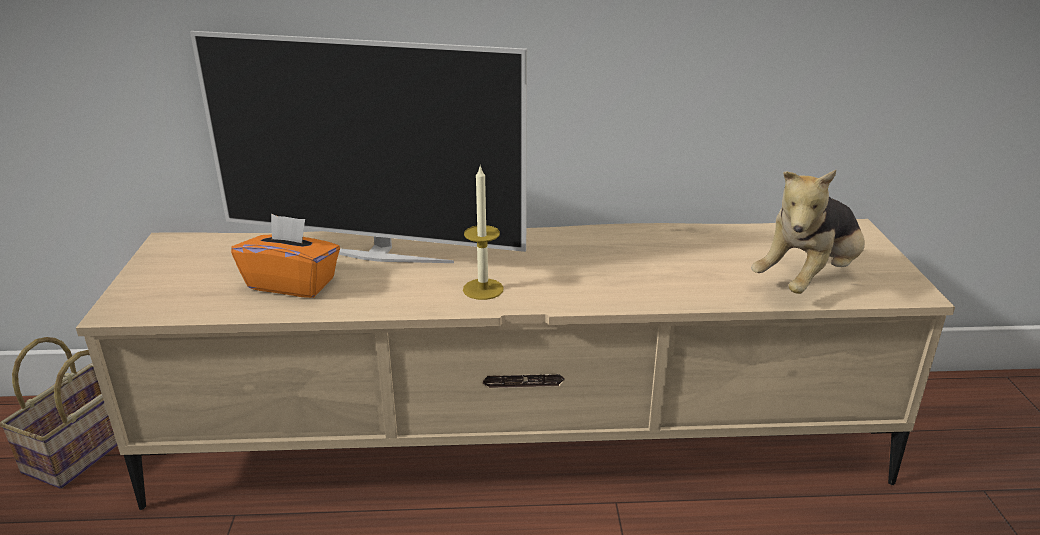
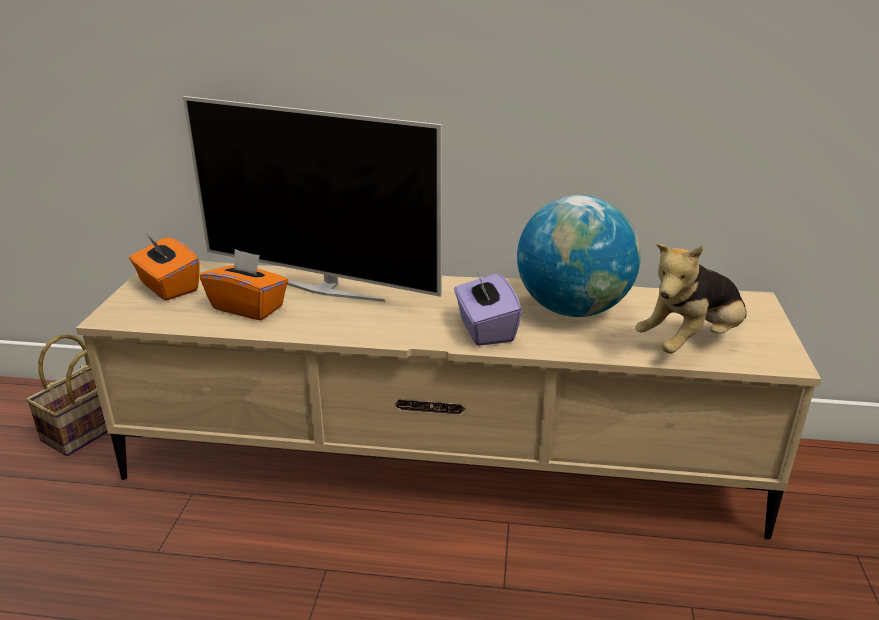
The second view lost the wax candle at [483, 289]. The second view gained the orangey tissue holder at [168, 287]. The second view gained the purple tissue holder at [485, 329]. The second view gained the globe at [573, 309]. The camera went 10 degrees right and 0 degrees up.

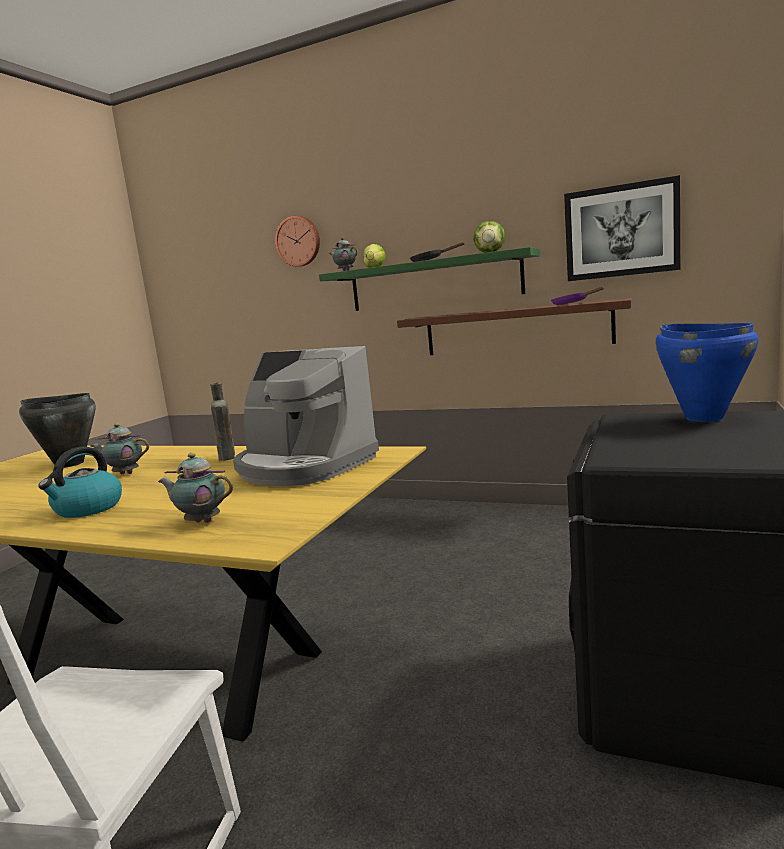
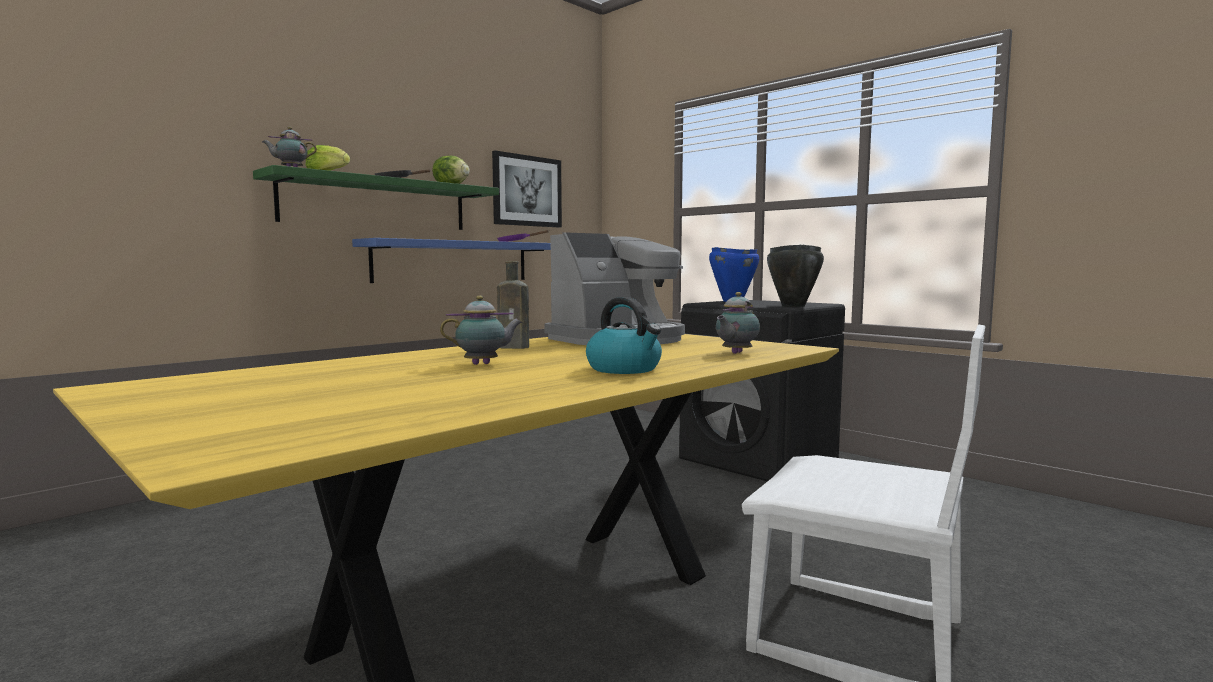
The black cooking pot ended up elsewhere, having gone from [69, 464] to [792, 306]. The tea pot at [124, 474] ended up facing another way, 135 degrees counterclockwise from before. The second view lost the wall clock at [298, 241]. What was the brownish shelf at [516, 329] turned into the blue-coloured shelf at [453, 261]. The camera went 70 degrees left and 5 degrees down.

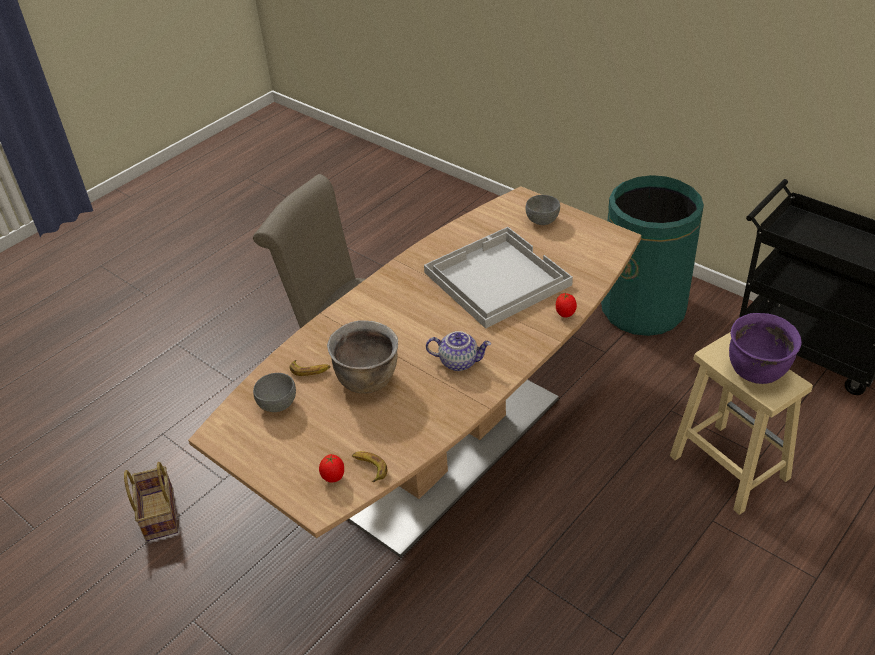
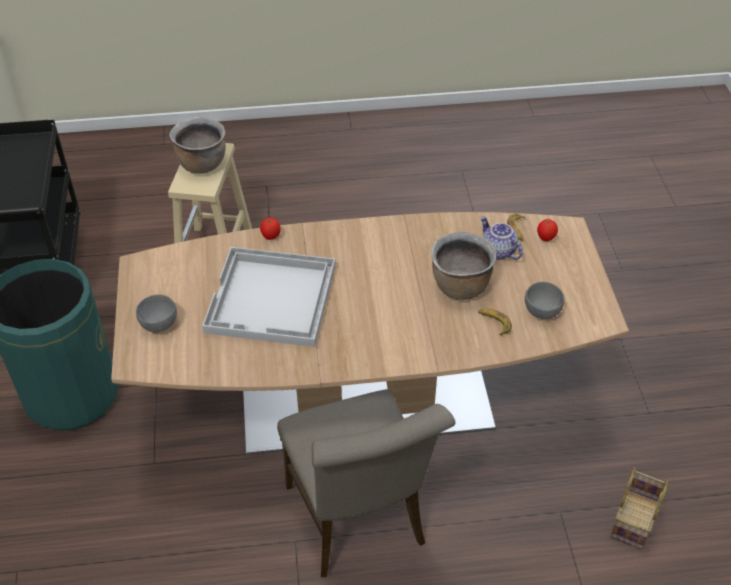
The tea pot ended up elsewhere, having gone from [459, 361] to [497, 251]. What was the purple cooking pot at [757, 371] turned into the brownish cooking pot at [202, 164]. The camera went 140 degrees left and 5 degrees up.

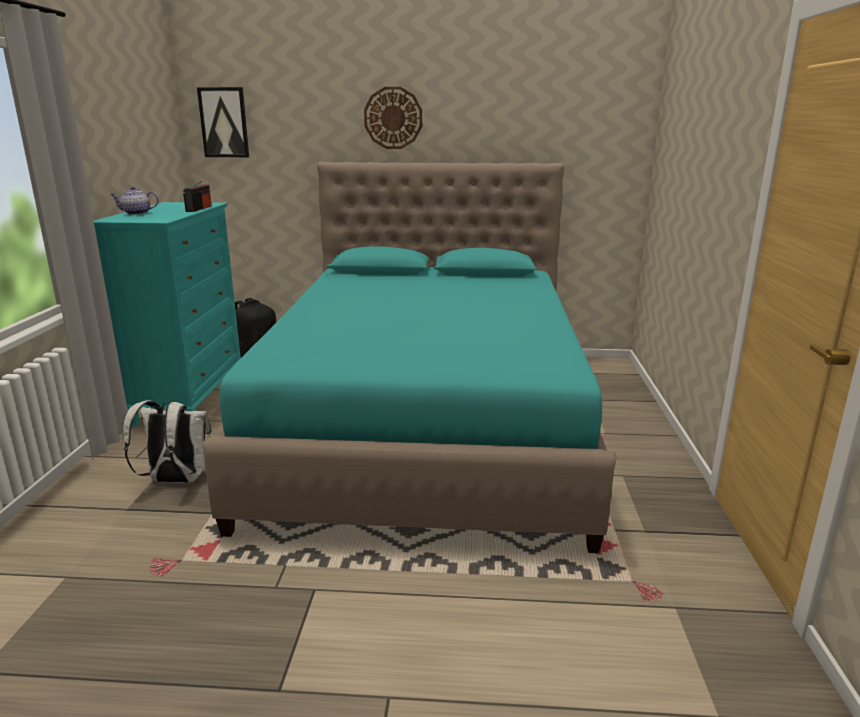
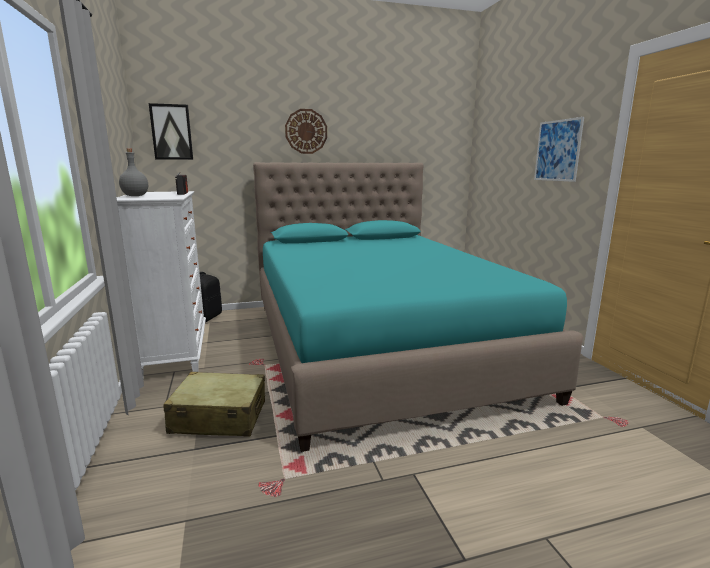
What was the turquoise dresser at [191, 398] turned into the whitish dresser at [175, 354]. Where the tea pot stood at [136, 213], the gray bottle came to stand at [135, 196]. Where the whitish knapsack stood at [175, 480], the beige travel case came to stand at [219, 417]. The second view gained the wall art at [557, 150]. The camera went 20 degrees left and 5 degrees down.

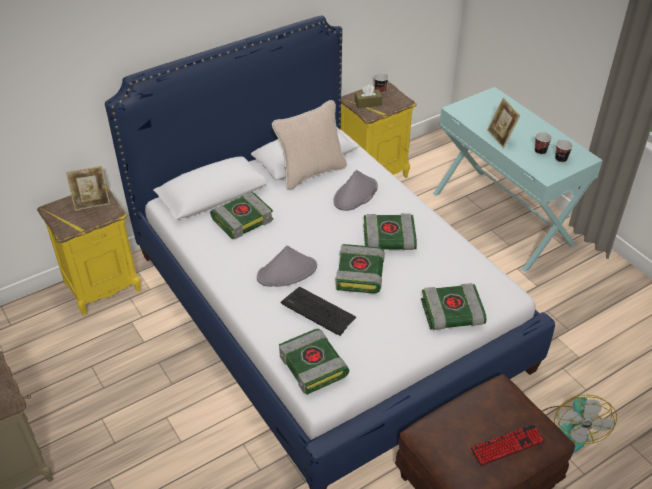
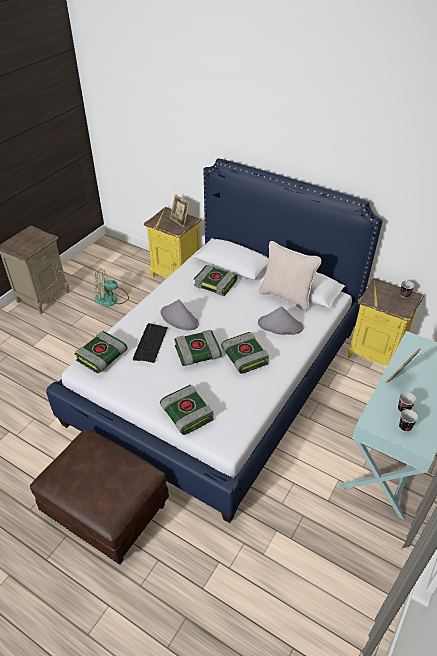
The second view lost the brownish tissue holder at [368, 103]. The second view lost the keyboard at [507, 446]. The electric fan ended up elsewhere, having gone from [568, 430] to [111, 299]. The camera went 65 degrees right and 0 degrees up.

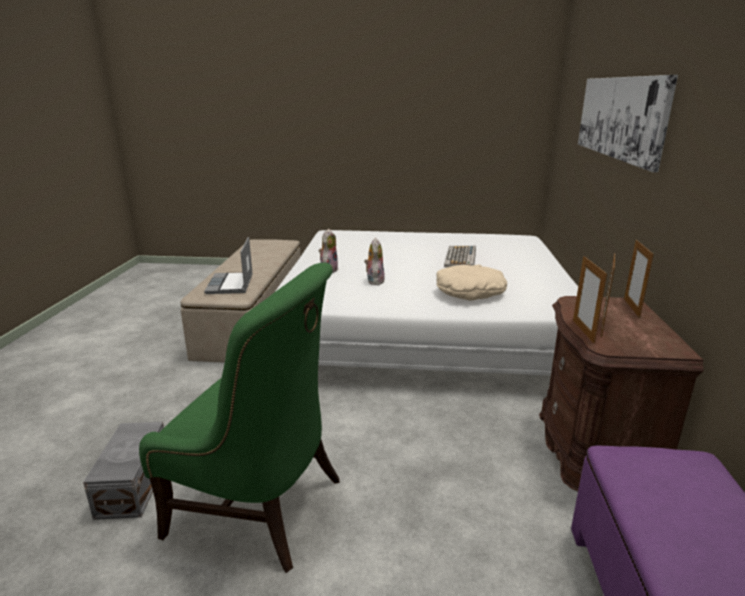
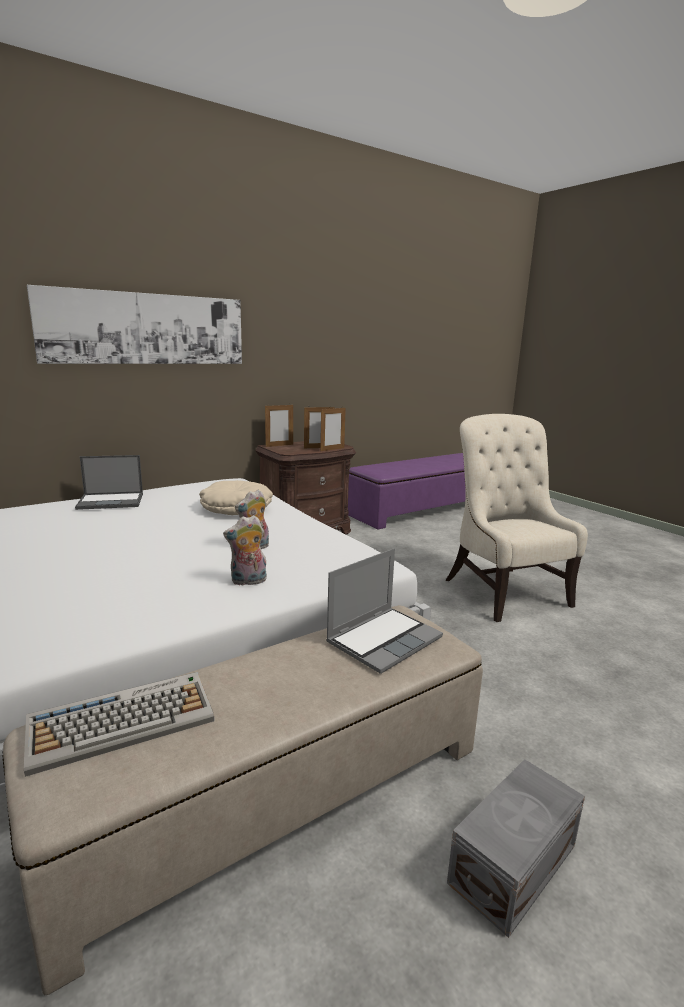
The gray storage bin ended up elsewhere, having gone from [132, 486] to [516, 864]. What was the green easy chair at [259, 505] turned into the beige easy chair at [504, 592]. The keyboard ended up elsewhere, having gone from [461, 258] to [123, 721]. The second view gained the notebook computer at [111, 501]. The camera went 130 degrees left and 5 degrees down.

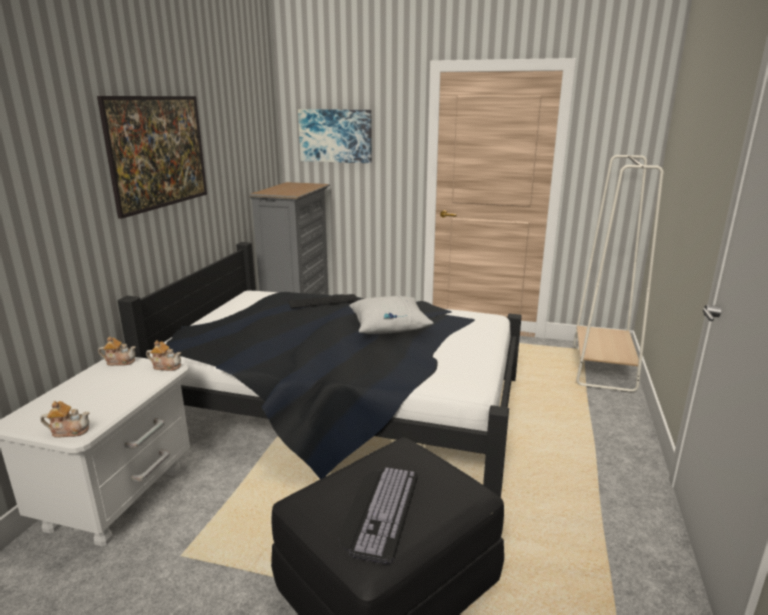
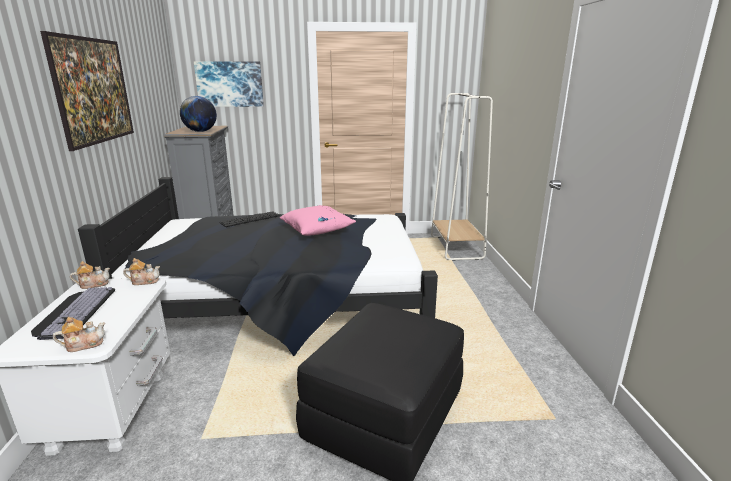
The keyboard ended up elsewhere, having gone from [378, 509] to [73, 312]. What was the gray throw pillow at [389, 327] turned into the pinkish throw pillow at [317, 230]. The second view gained the globe at [200, 131]. The camera went 20 degrees left and 0 degrees up.

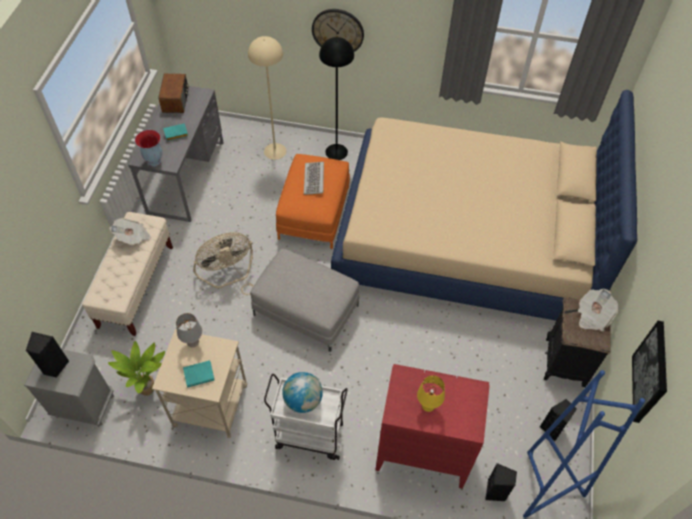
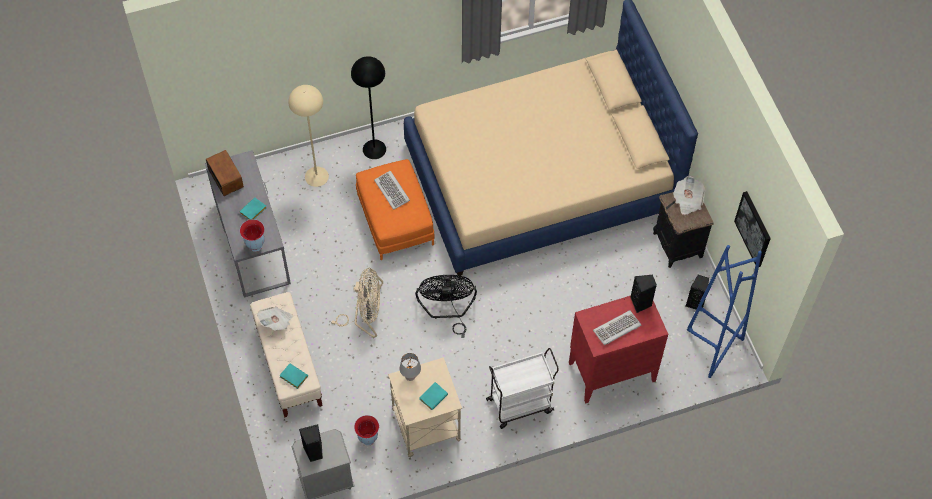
Where the houseplant stood at [149, 388], the flower vase came to stand at [367, 439]. The beige electric fan at [231, 276] ended up facing another way, 150 degrees clockwise from before. Where the gray ottoman stood at [305, 310], the black electric fan came to stand at [448, 310]. The second view lost the globe at [303, 400]. The second view lost the wall clock at [338, 31]. Where the yellowish table lamp stood at [427, 406], the keyboard came to stand at [617, 329]. The black audio speaker ended up elsewhere, having gone from [495, 492] to [641, 303]. The second view gained the turquoise volume at [292, 377]. The camera went 30 degrees left and 5 degrees up.

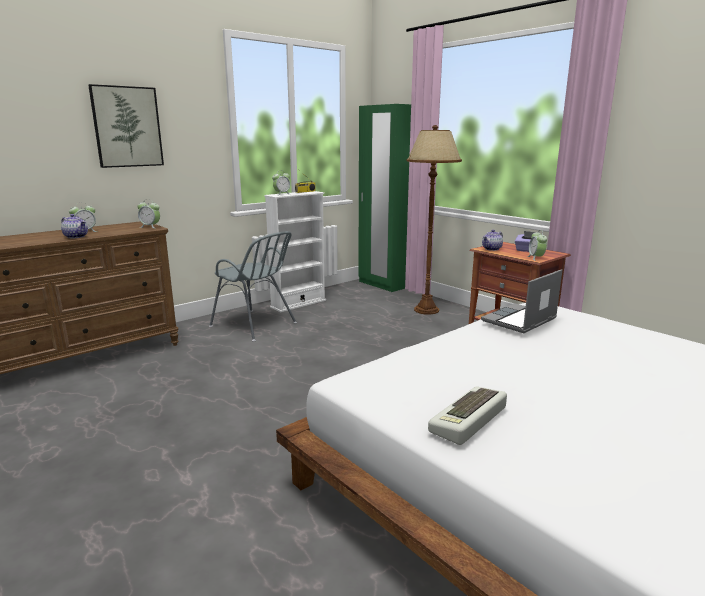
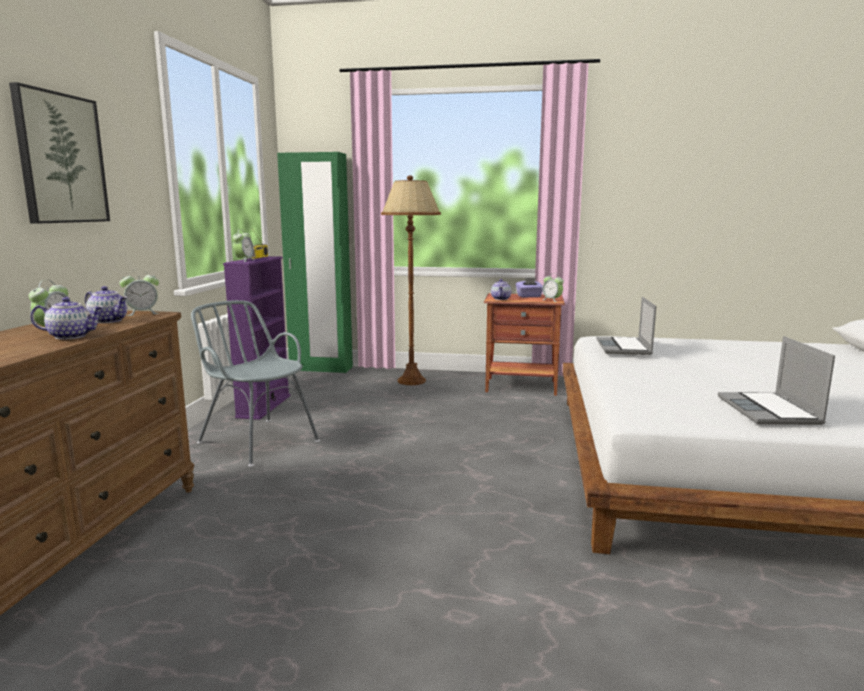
The gray upright chair at [255, 325] ended up facing another way, 135 degrees counterclockwise from before. What was the whitish bookcase at [298, 304] turned into the purple bookcase at [264, 406]. Where the keyboard stood at [470, 421], the notebook computer came to stand at [770, 411]. The second view gained the tea pot at [109, 321]. The camera went 40 degrees left and 5 degrees down.

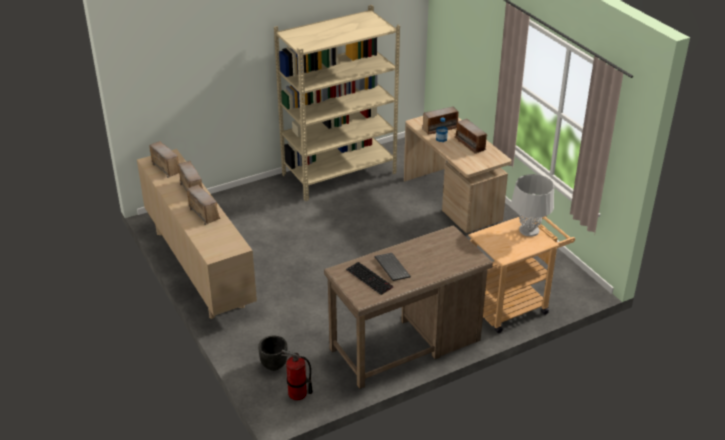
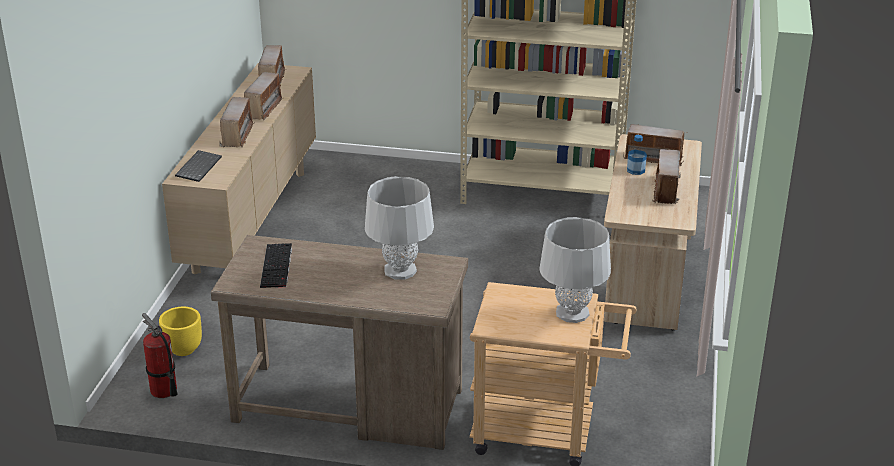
What was the black flower pot at [273, 365] turned into the yellowish flower pot at [183, 349]. The keyboard ended up elsewhere, having gone from [391, 267] to [198, 167]. The second view gained the gray table lamp at [400, 270]. The camera went 40 degrees right and 5 degrees down.

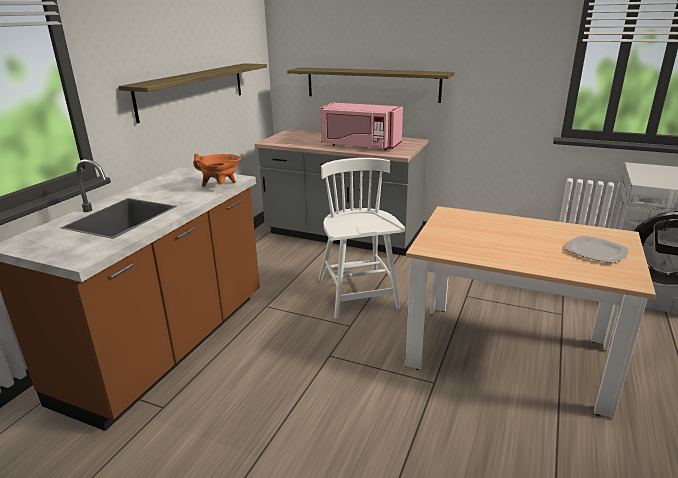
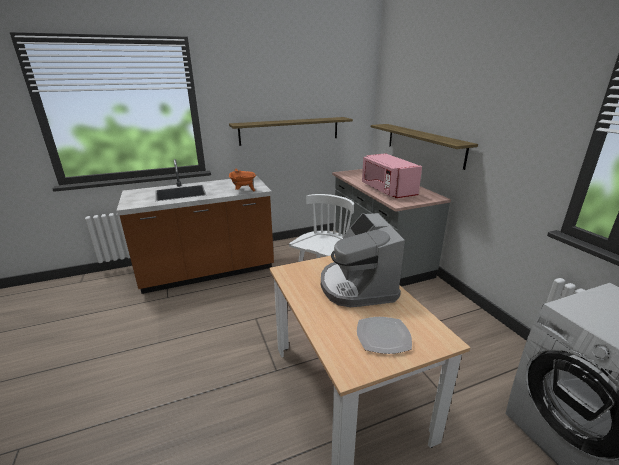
The second view gained the coffee machine at [357, 286]. The camera went 45 degrees right and 0 degrees up.

